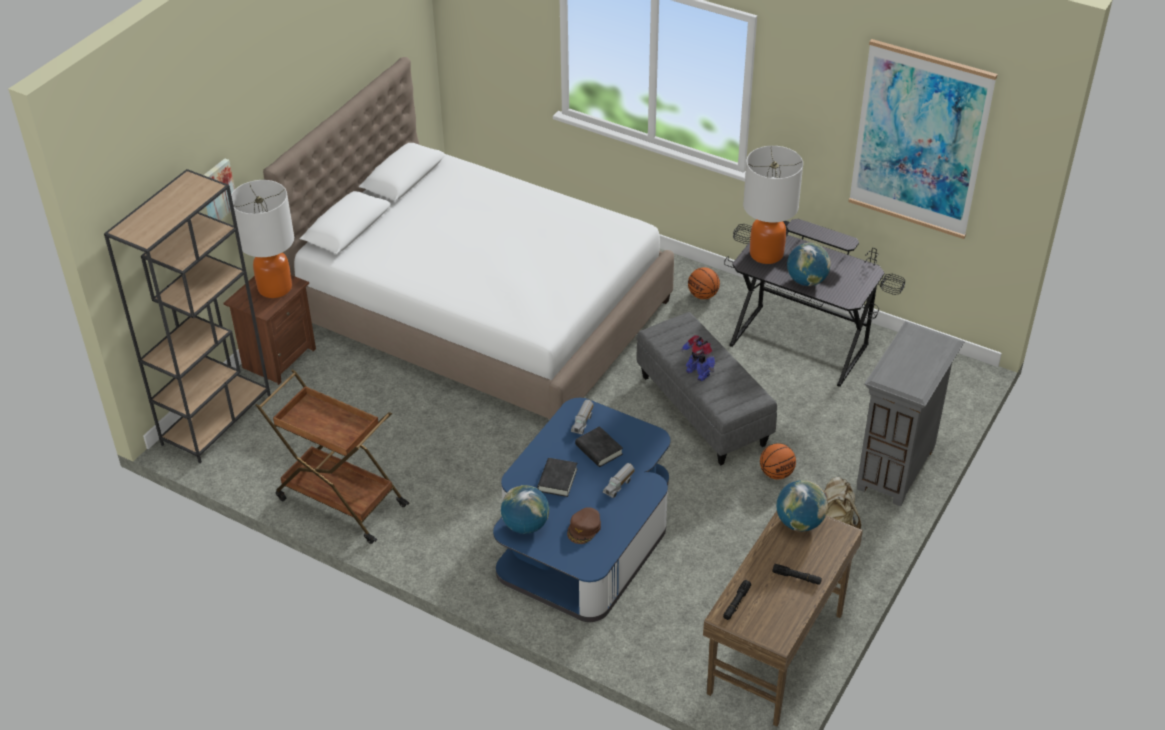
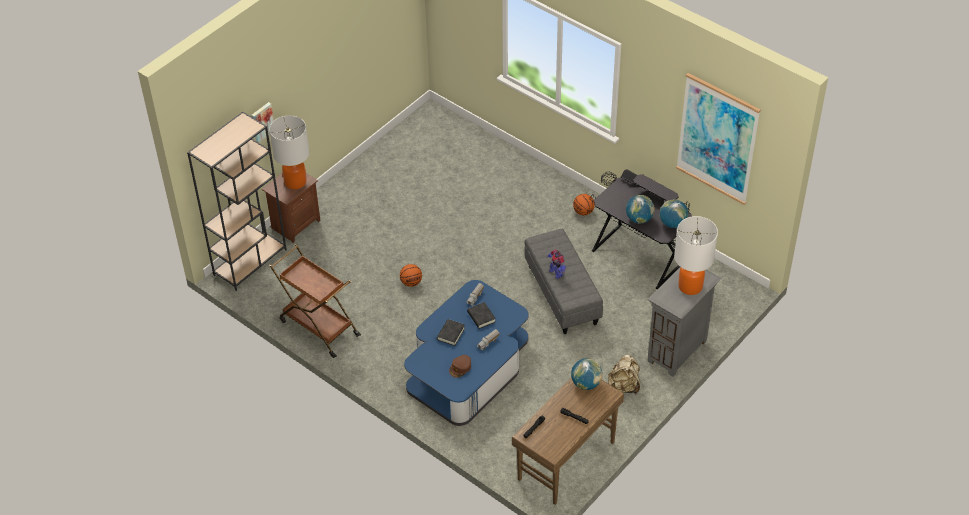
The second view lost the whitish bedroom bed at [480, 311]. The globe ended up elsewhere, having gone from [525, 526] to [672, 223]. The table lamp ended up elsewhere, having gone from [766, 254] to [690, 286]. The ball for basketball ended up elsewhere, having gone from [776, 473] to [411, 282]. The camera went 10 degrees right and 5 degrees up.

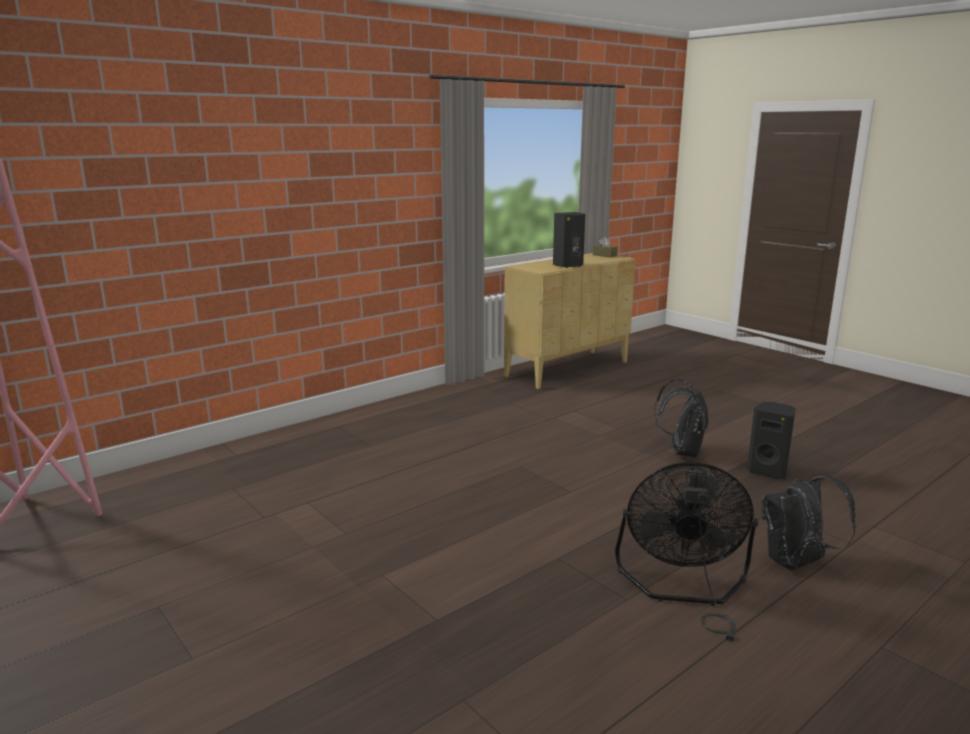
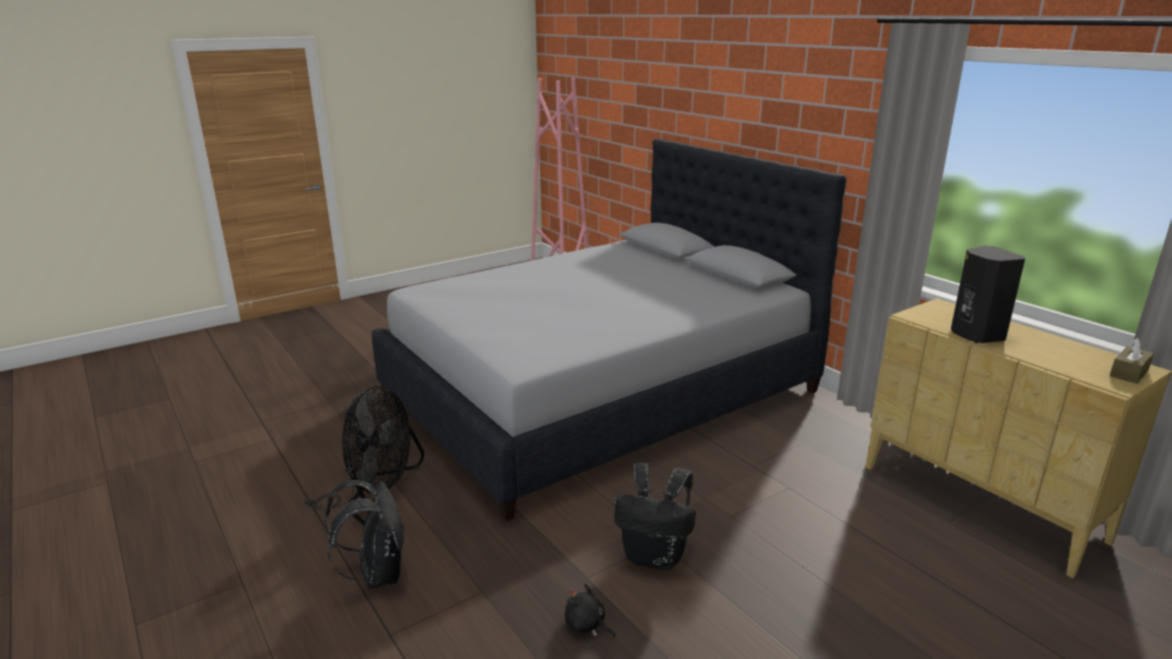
Where the black audio speaker stood at [768, 471], the black cuddly toy came to stand at [587, 625]. The second view gained the gray bedroom bed at [601, 392]. The camera went 95 degrees right and 5 degrees up.

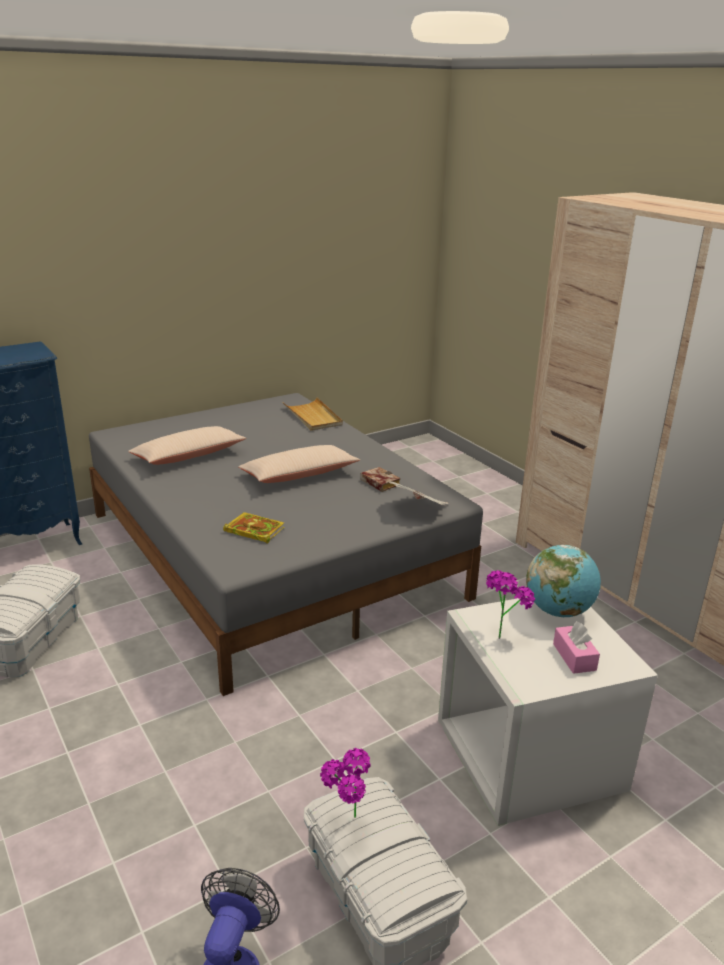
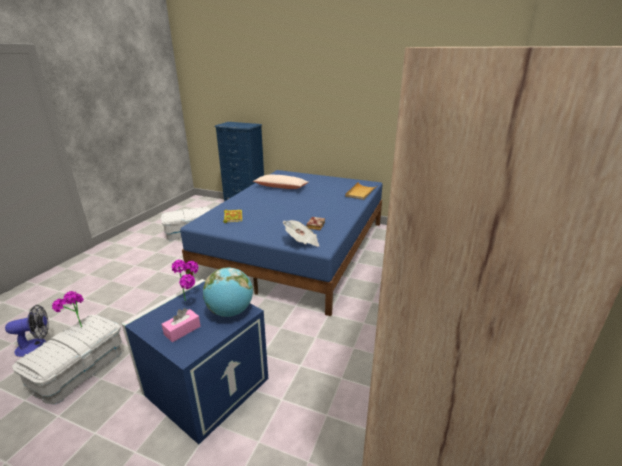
What was the gray bedroom bed at [271, 553] turned into the blue-coloured bedroom bed at [297, 248]. The second view lost the beige throw pillow at [299, 475]. What was the whitish storage bin at [526, 752] turned into the blue-coloured storage bin at [206, 384]. The camera went 55 degrees right and 0 degrees up.

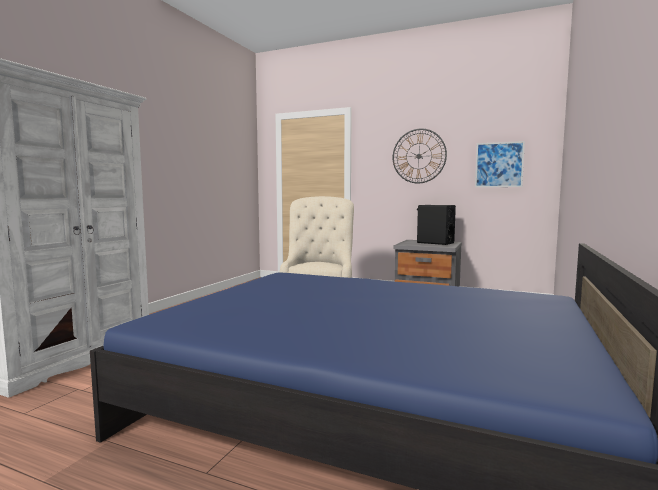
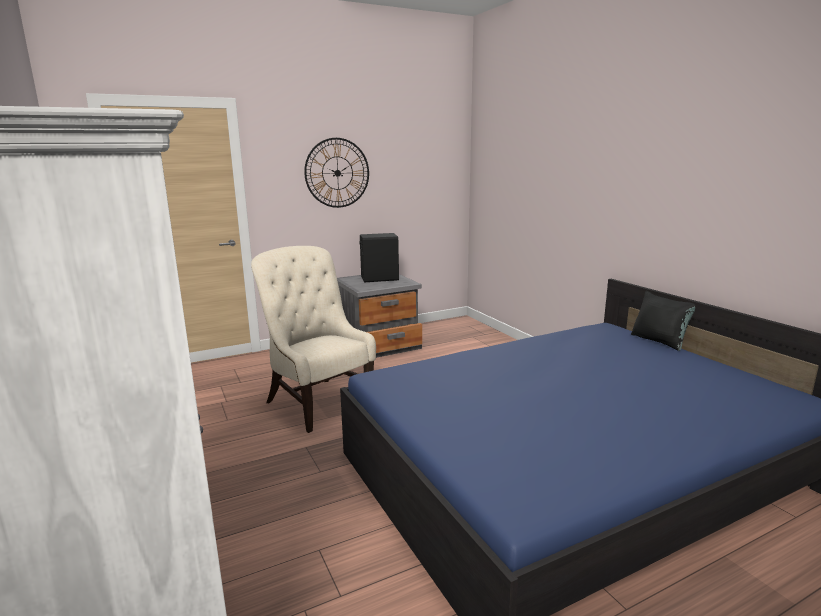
The second view lost the wall art at [499, 164]. The second view gained the black throw pillow at [659, 341]. The camera went 50 degrees left and 10 degrees up.

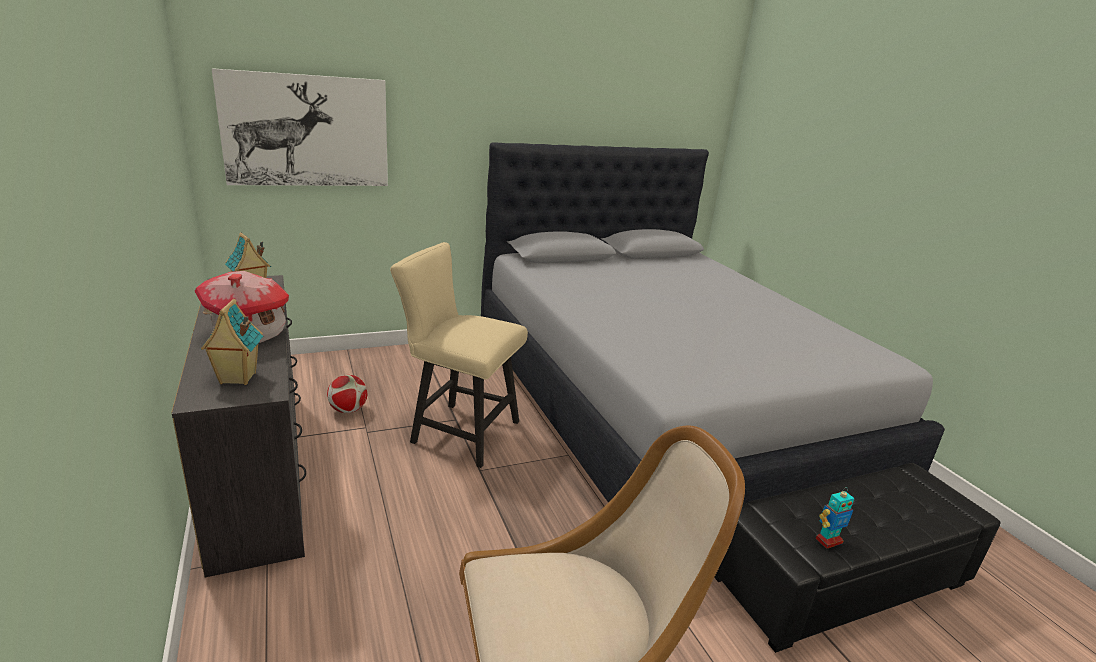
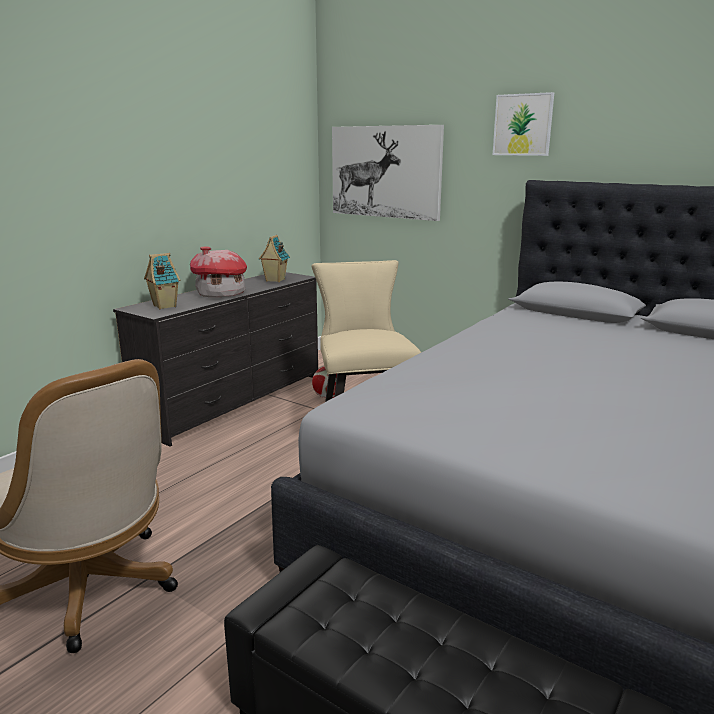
The second view lost the robot figure at [828, 540]. The second view gained the wall art at [523, 125]. The camera went 60 degrees right and 5 degrees down.

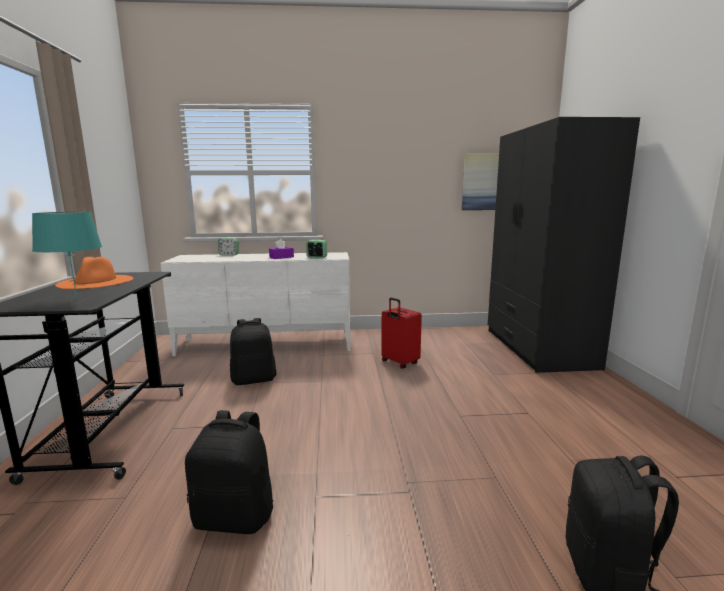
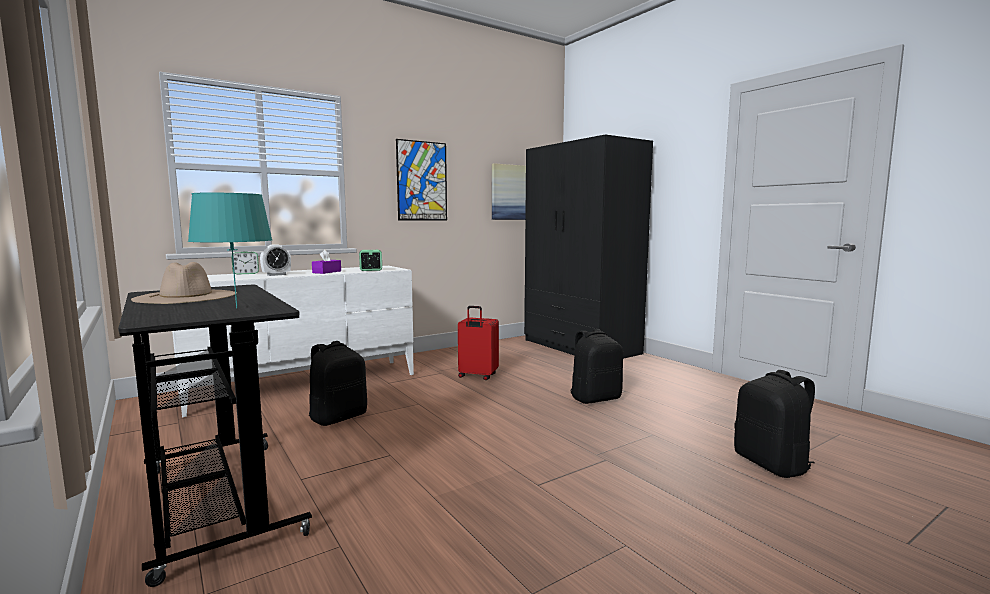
What was the orangey hat at [96, 281] turned into the beige hat at [186, 296]. The black knapsack ended up elsewhere, having gone from [235, 517] to [595, 398]. The second view gained the table clock at [276, 275]. The second view gained the wall art at [422, 181]. The camera went 30 degrees left and 5 degrees down.

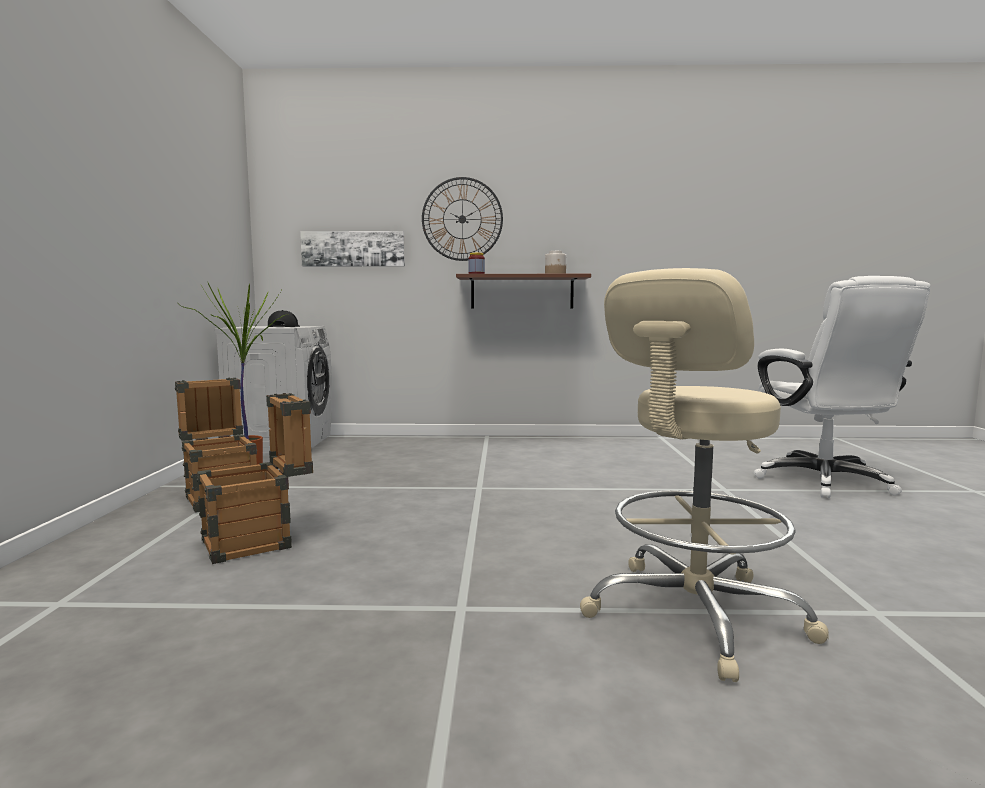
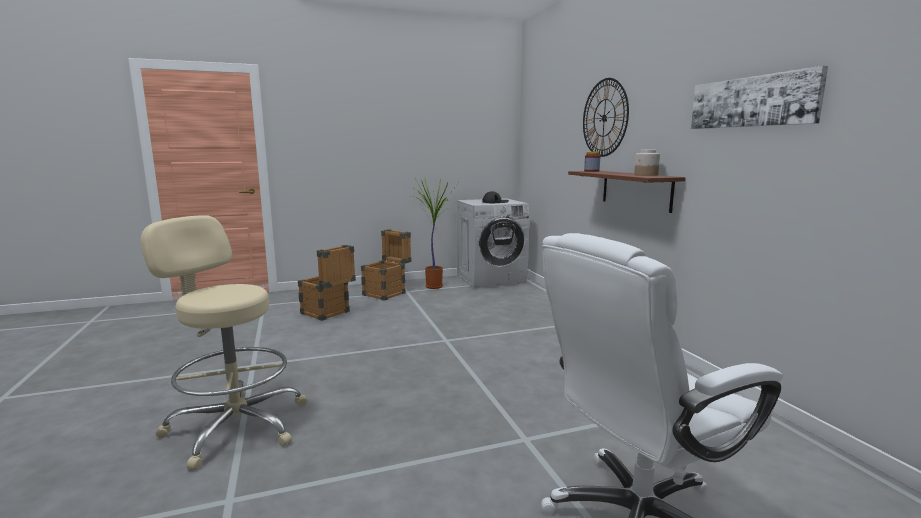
The wall art ended up elsewhere, having gone from [353, 249] to [752, 102]. The camera went 70 degrees right and 5 degrees up.

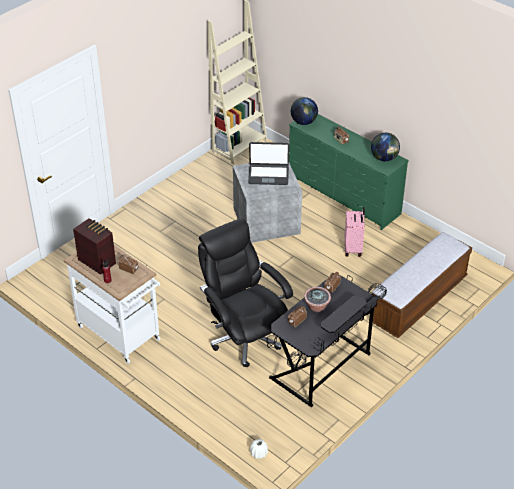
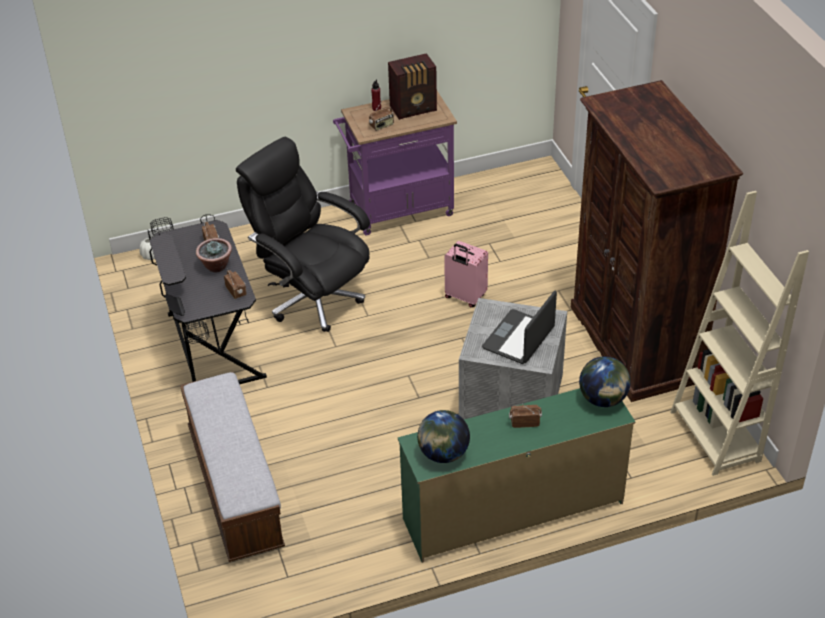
What was the whitish wheeled cart at [120, 334] turned into the purple wheeled cart at [397, 210]. The black office chair at [244, 338] ended up facing another way, 135 degrees counterclockwise from before. The pinkish travel case ended up elsewhere, having gone from [353, 248] to [465, 297]. The second view gained the brownish wardrobe at [634, 343]. The camera went 120 degrees right and 0 degrees up.

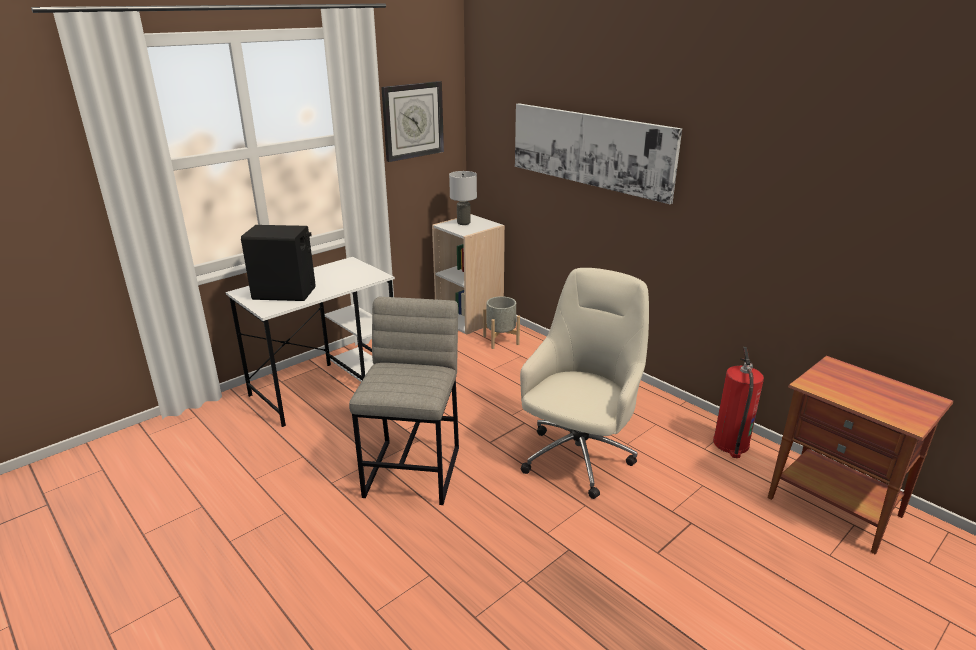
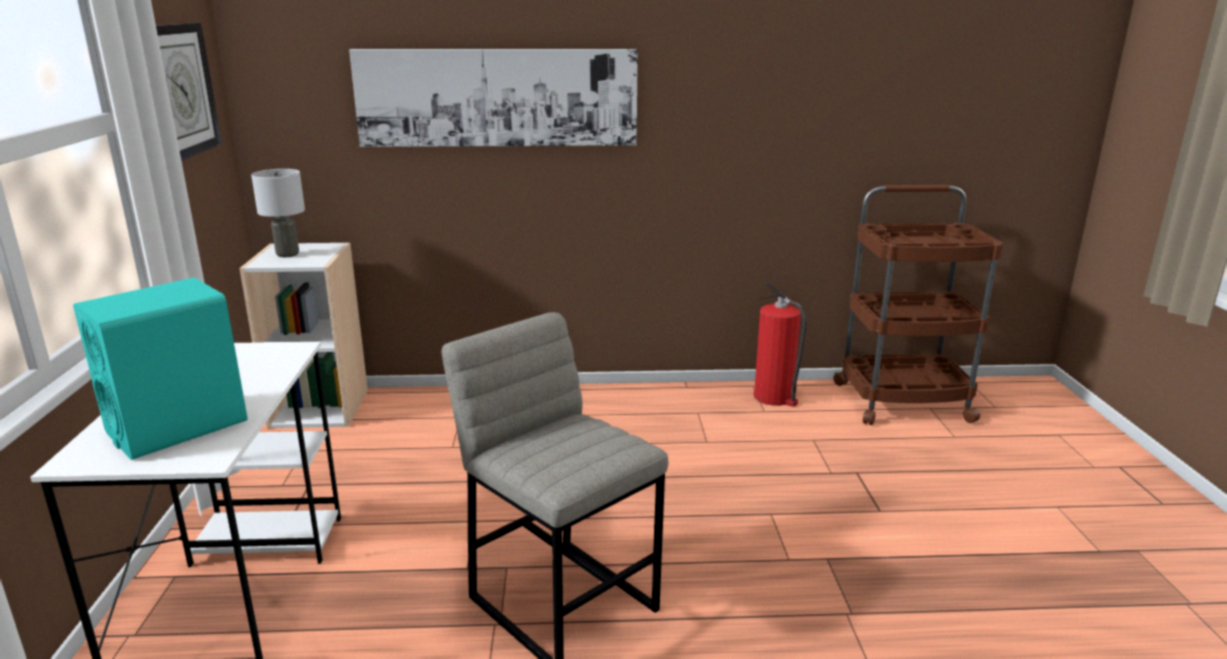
What was the black audio speaker at [285, 293] turned into the turquoise audio speaker at [178, 427]. The second view lost the gray flower pot at [501, 340]. The second view lost the beige office chair at [578, 457]. Where the night table stood at [836, 507], the brownish wheeled cart came to stand at [902, 402]. The camera went 50 degrees left and 5 degrees down.

